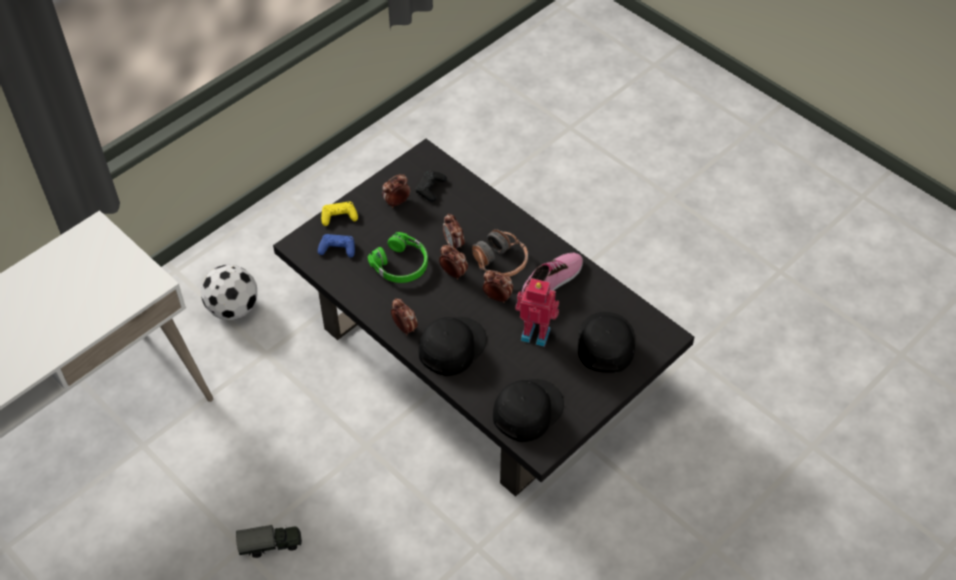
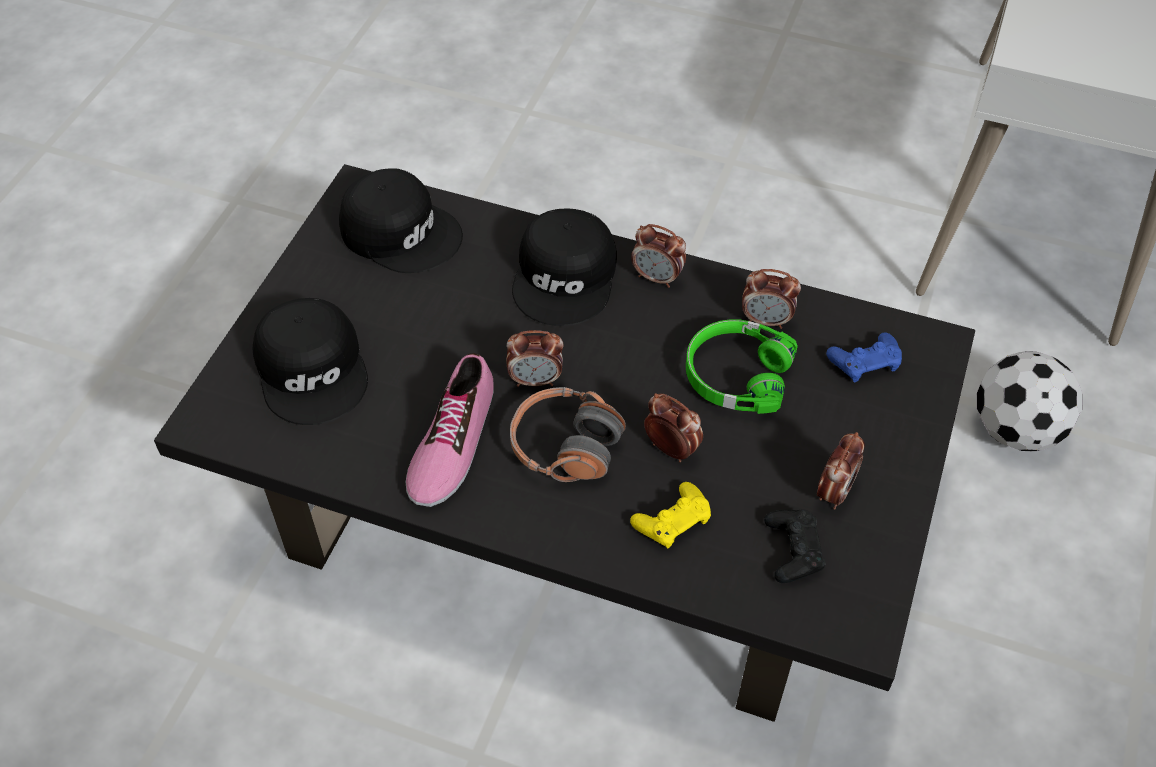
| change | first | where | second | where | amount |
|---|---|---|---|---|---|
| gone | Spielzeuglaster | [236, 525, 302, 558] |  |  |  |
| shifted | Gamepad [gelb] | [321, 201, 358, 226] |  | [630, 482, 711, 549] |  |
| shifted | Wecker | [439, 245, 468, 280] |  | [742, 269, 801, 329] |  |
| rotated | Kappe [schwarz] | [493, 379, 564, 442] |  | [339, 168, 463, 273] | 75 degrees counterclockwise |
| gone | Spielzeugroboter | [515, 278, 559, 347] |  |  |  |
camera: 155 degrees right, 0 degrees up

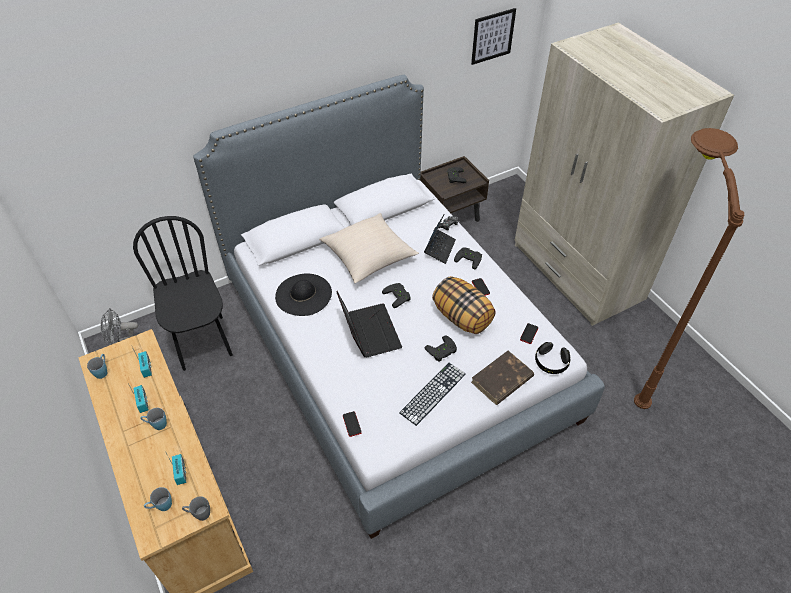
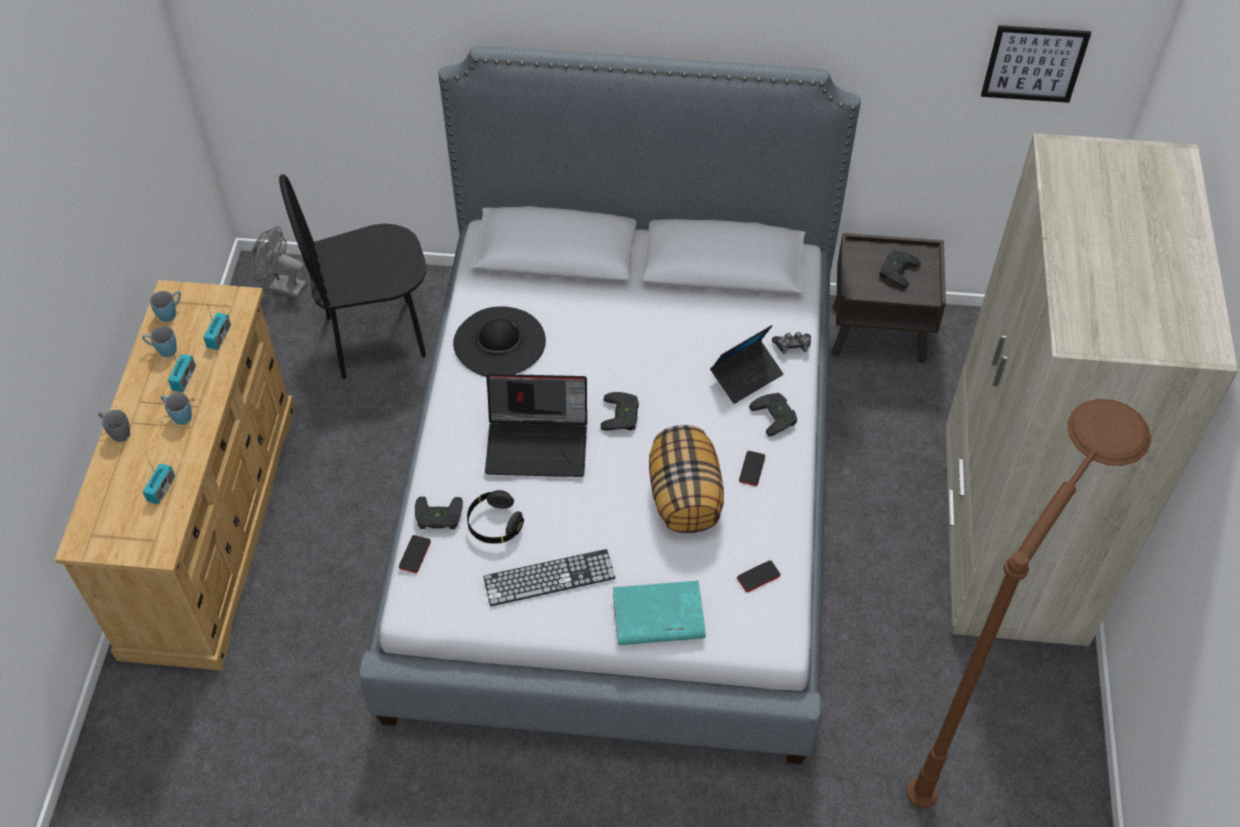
| change | first | where | second | where | amount |
|---|---|---|---|---|---|
| rotated | Stuhl [schwarz] | [133, 216, 233, 371] |  | [279, 174, 426, 379] | 120 degrees counterclockwise |
| shifted | Henkelbecher [blau] | [144, 487, 172, 511] |  | [142, 326, 177, 357] |  |
| shifted | Henkelbecher [grau] | [182, 496, 210, 521] |  | [98, 410, 130, 442] |  |
| gone | Kissen [beige] | [319, 213, 419, 283] |  |  |  |
| rotated | Laptop | [336, 291, 402, 358] |  | [485, 374, 587, 477] | 75 degrees clockwise |
| shifted | Gamepad [schwarz] | [424, 335, 457, 362] |  | [415, 497, 463, 529] |  |
| repainted | Buch [braun] | [471, 351, 534, 405] | Buch [türkis] | [613, 581, 706, 645] |  |
| shifted | Kopfhörer [schwarz] | [535, 342, 570, 374] |  | [467, 490, 524, 544] |  |
camera: 35 degrees right, 5 degrees up

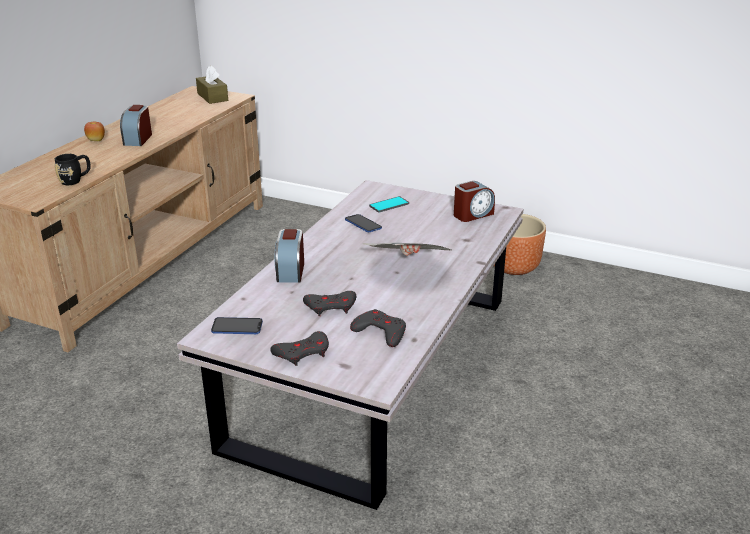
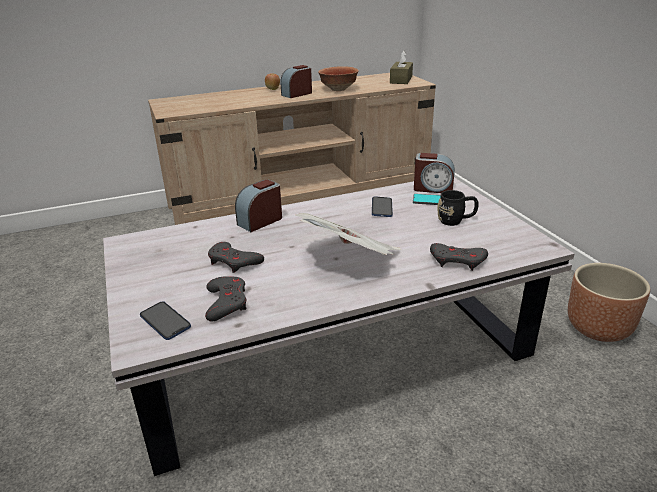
| change | first | where | second | where | amount |
|---|---|---|---|---|---|
| shifted | Henkelbecher [schwarz] | [55, 154, 91, 185] |  | [437, 190, 479, 226] |  |
| shifted | Handy | [211, 317, 263, 334] |  | [140, 301, 191, 340] |  |
| shifted | Gamepad [grau] | [270, 331, 329, 366] |  | [430, 243, 488, 271] |  |
| shifted | Wecker | [454, 181, 495, 222] |  | [414, 153, 455, 193] |  |
| new |  |  | Schüssel | [318, 66, 358, 91] |  |
camera: 45 degrees right, 0 degrees up

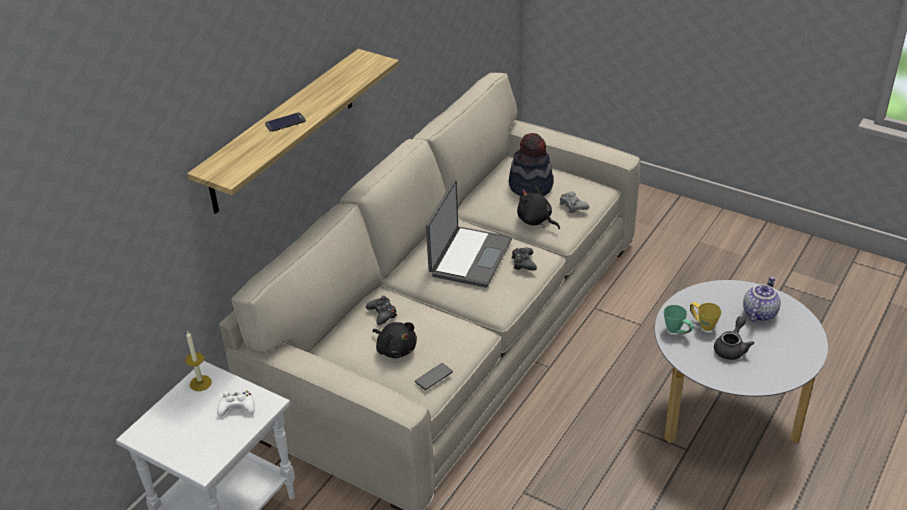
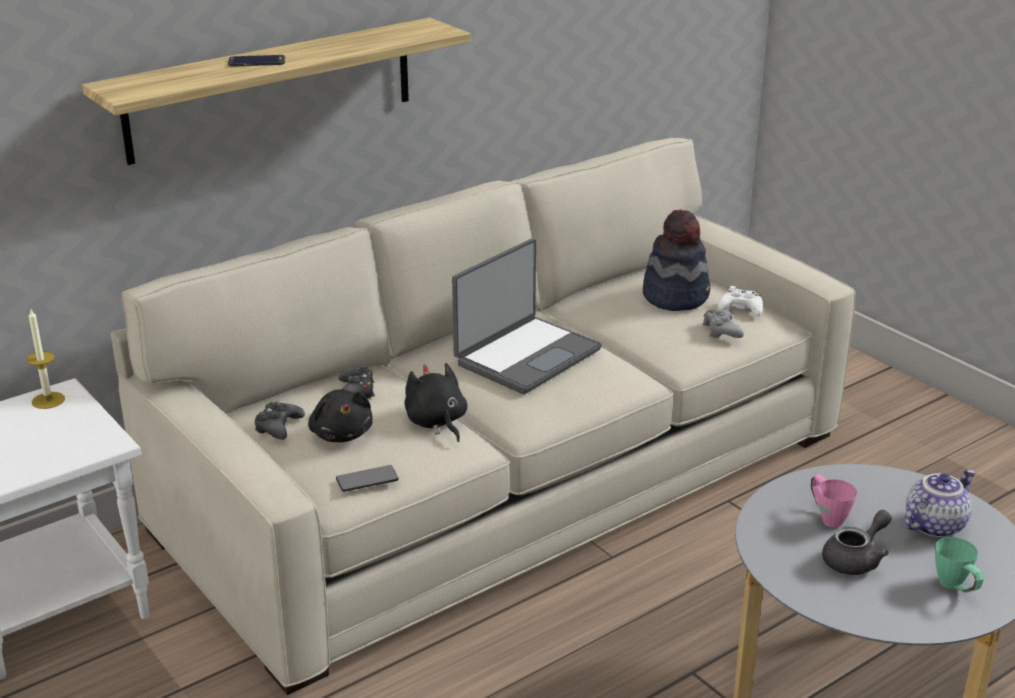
| change | first | where | second | where | amount |
|---|---|---|---|---|---|
| shifted | Gamepad [weiß] | [217, 390, 255, 417] |  | [718, 286, 763, 316] |  |
| shifted | Gamepad [schwarz] | [511, 248, 537, 271] |  | [255, 401, 305, 440] |  |
| shifted | Plüschtier [schwarz] | [517, 186, 560, 229] |  | [405, 363, 467, 442] |  |
| shifted | Henkelbecher [grün] | [664, 305, 694, 334] |  | [935, 537, 984, 593] |  |
| repainted | Henkelbecher [gelb] | [690, 302, 721, 331] | Henkelbecher [rosa] | [811, 474, 857, 528] |  |
camera: 20 degrees right, 10 degrees down

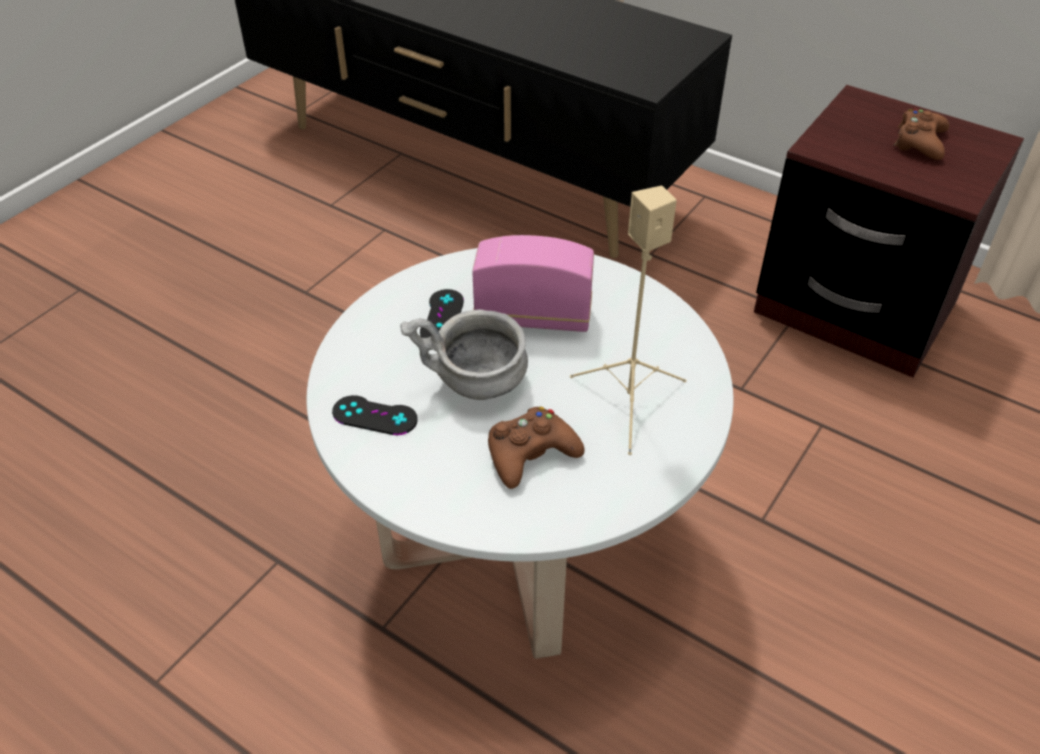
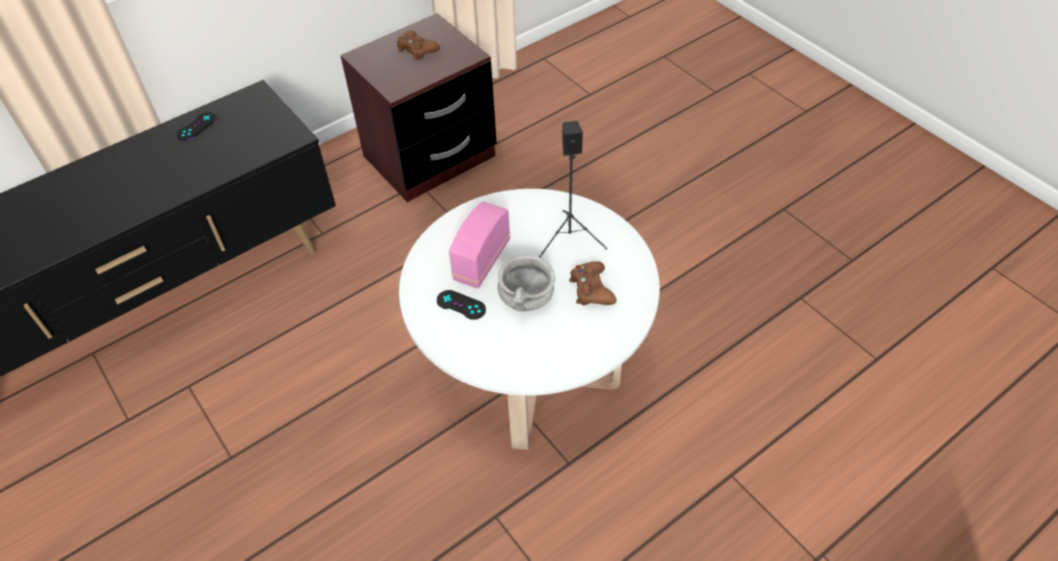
| change | first | where | second | where | amount |
|---|---|---|---|---|---|
| shifted | Gamepad [schwarz] | [332, 395, 418, 435] |  | [177, 112, 216, 140] |  |
| repainted | Lautsprecher [beige] | [570, 186, 687, 455] | Lautsprecher [schwarz] | [539, 121, 607, 257] |  |
camera: 70 degrees left, 5 degrees up

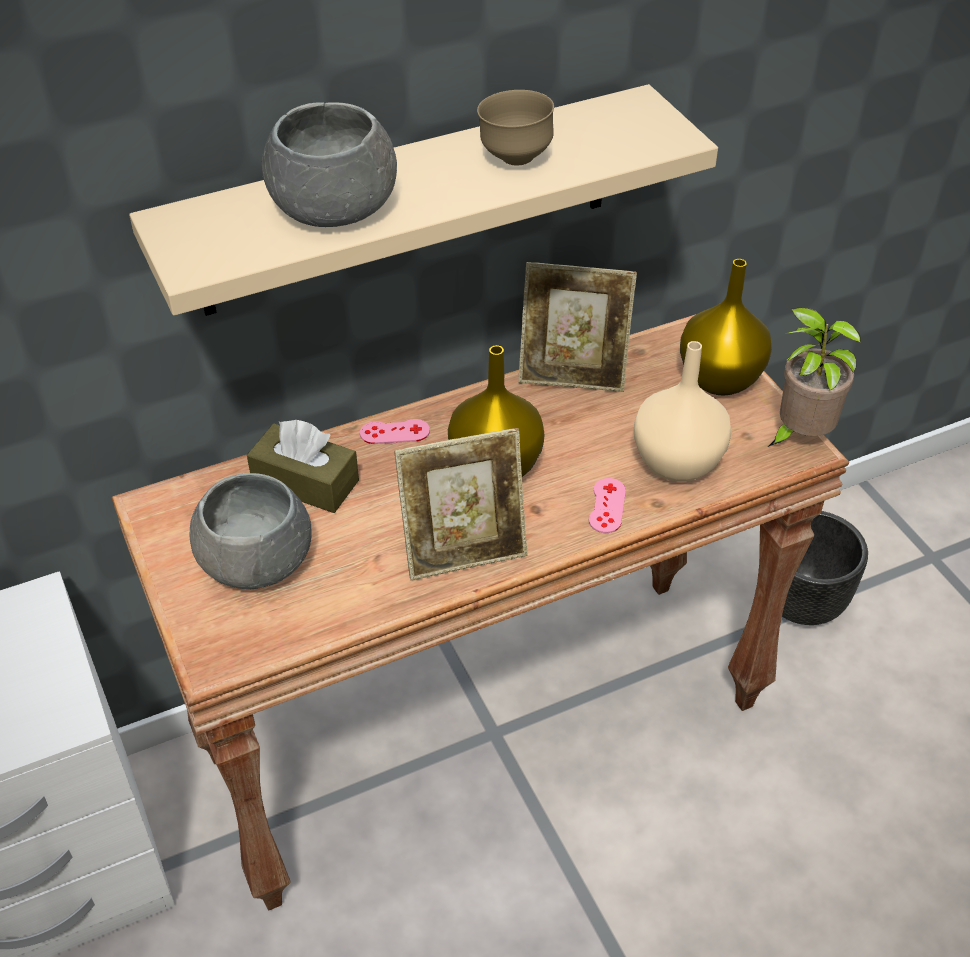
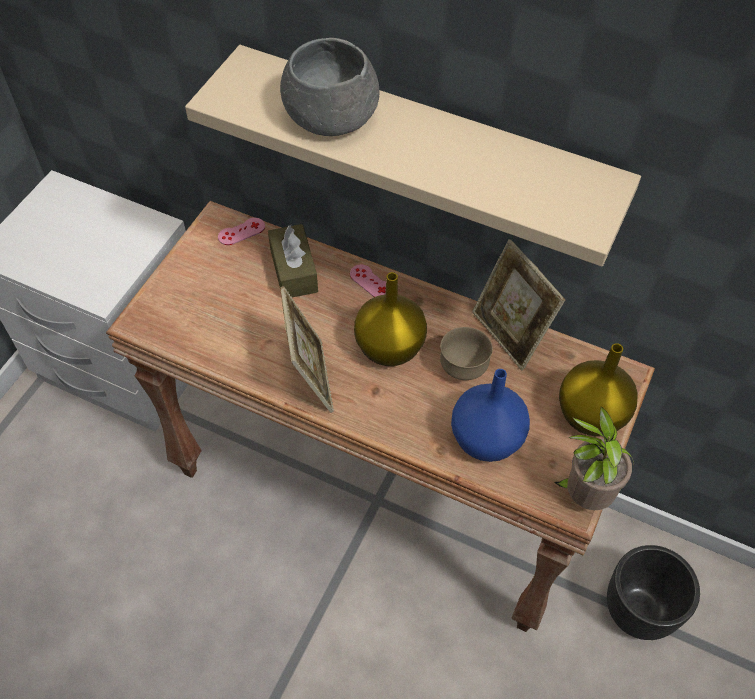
| change | first | where | second | where | amount |
|---|---|---|---|---|---|
| gone | Schüssel [grau] | [189, 473, 312, 589] |  |  |  |
| rotated | Bilderrahmen | [394, 428, 527, 581] |  | [280, 286, 334, 413] | 135 degrees counterclockwise |
| shifted | Schüssel [braun] | [477, 90, 554, 166] |  | [440, 327, 493, 380] |  |
| shifted | Gamepad [rosa] | [589, 478, 626, 533] |  | [218, 218, 265, 245] |  |
| repainted | Vase [beige] | [634, 341, 731, 482] | Vase [blau] | [451, 369, 530, 462] |  |
camera: 50 degrees right, 10 degrees up

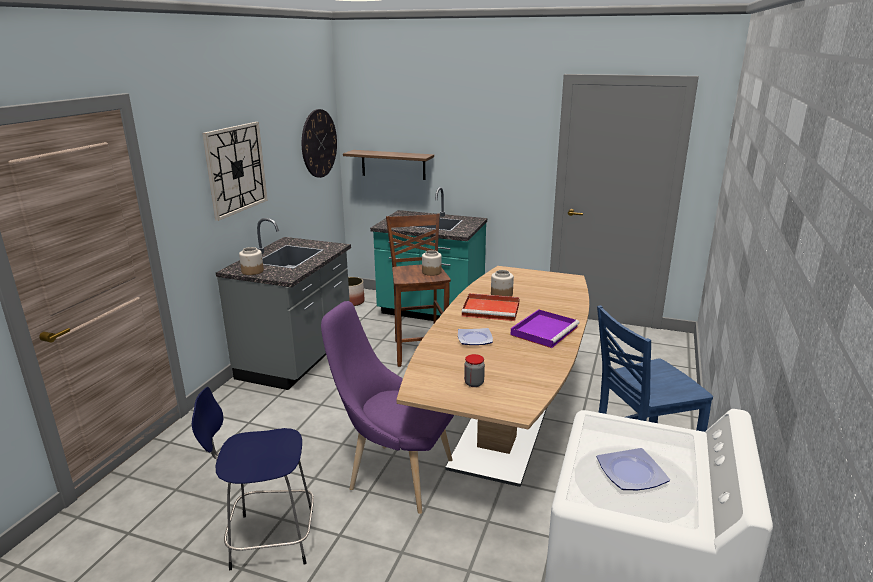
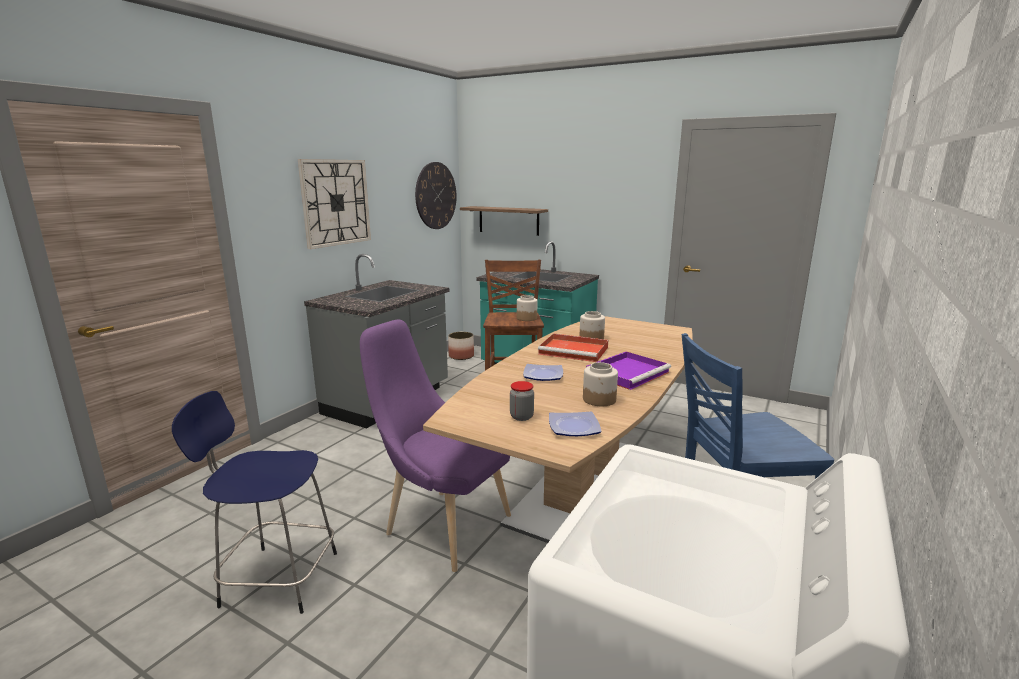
| change | first | where | second | where | amount |
|---|---|---|---|---|---|
| shifted | Vorratsglas | [239, 247, 264, 275] |  | [583, 362, 618, 406] |  |
| shifted | Teller | [597, 448, 670, 490] |  | [549, 411, 602, 436] |  |
camera: 10 degrees right, 5 degrees down

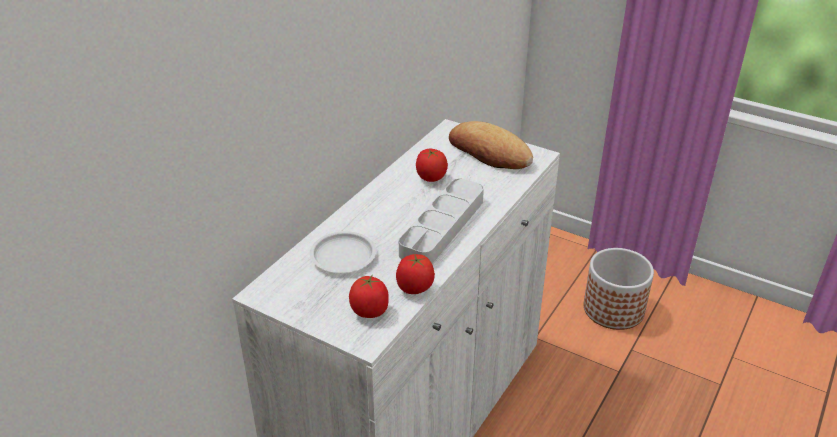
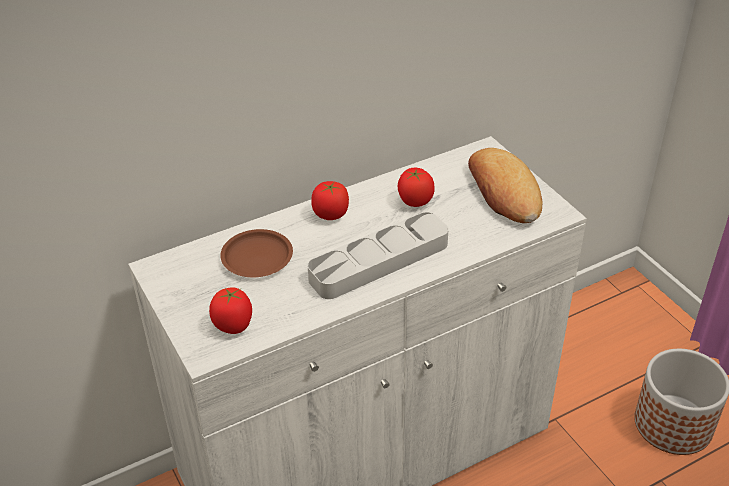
| change | first | where | second | where | amount |
|---|---|---|---|---|---|
| repainted | Teller [weiß] | [310, 231, 376, 273] | Teller [braun] | [220, 229, 293, 277] |  |
| shifted | Tomate | [396, 254, 435, 294] |  | [311, 181, 349, 220] |  |
camera: 30 degrees right, 5 degrees up

